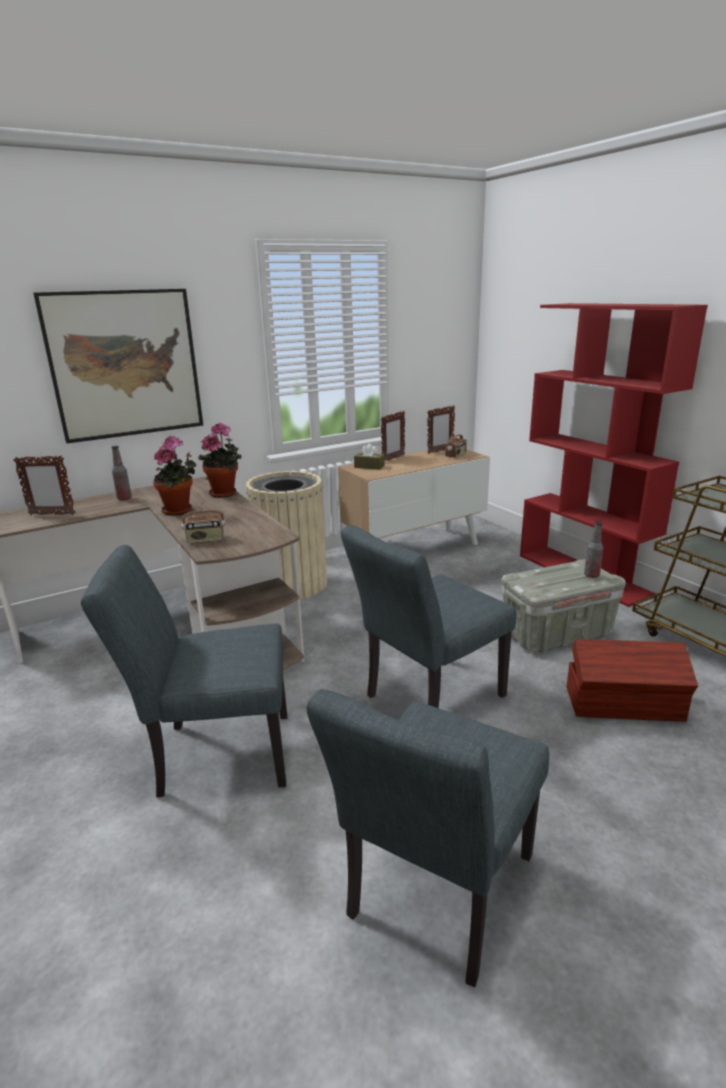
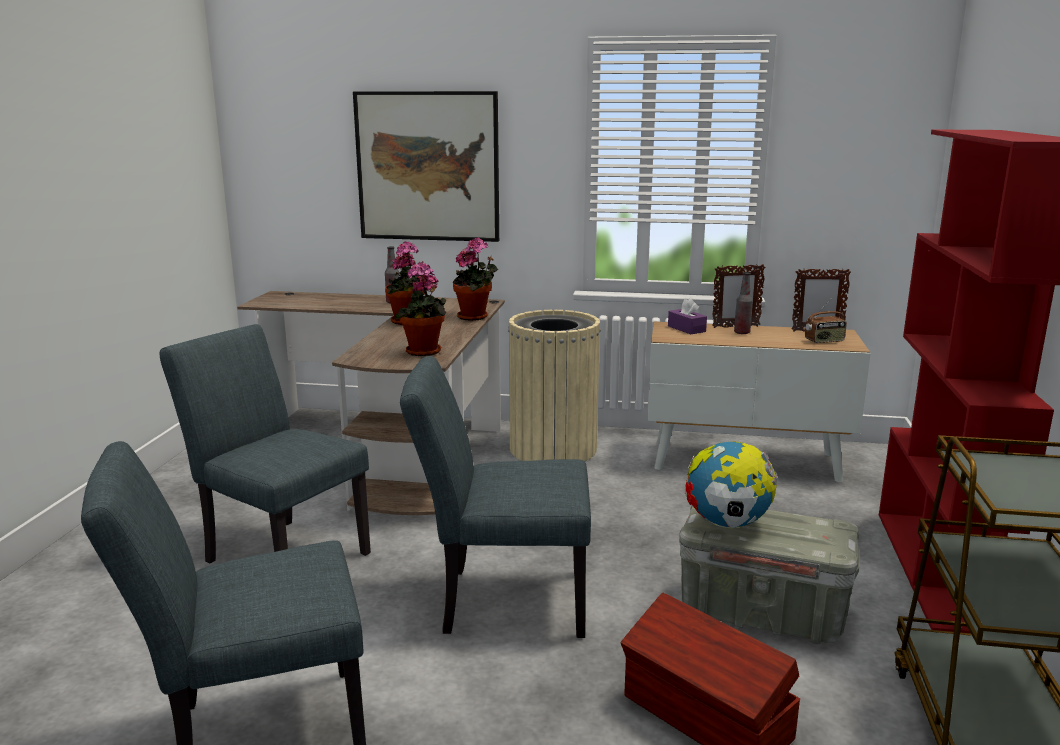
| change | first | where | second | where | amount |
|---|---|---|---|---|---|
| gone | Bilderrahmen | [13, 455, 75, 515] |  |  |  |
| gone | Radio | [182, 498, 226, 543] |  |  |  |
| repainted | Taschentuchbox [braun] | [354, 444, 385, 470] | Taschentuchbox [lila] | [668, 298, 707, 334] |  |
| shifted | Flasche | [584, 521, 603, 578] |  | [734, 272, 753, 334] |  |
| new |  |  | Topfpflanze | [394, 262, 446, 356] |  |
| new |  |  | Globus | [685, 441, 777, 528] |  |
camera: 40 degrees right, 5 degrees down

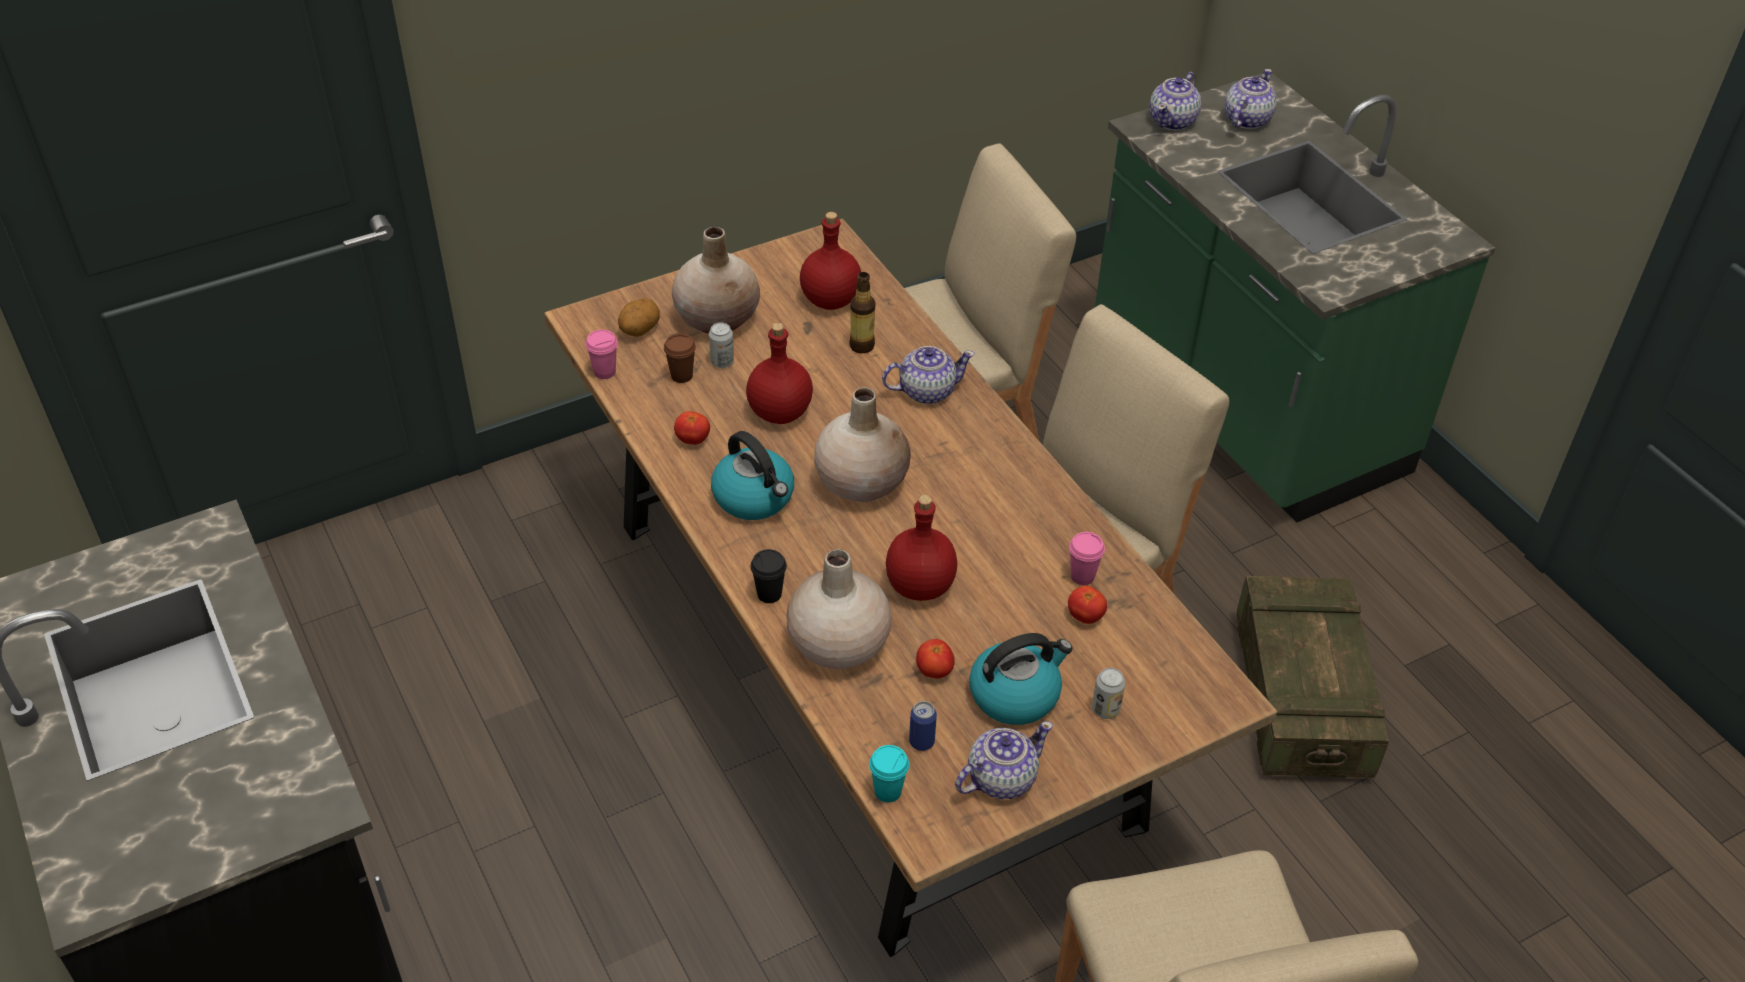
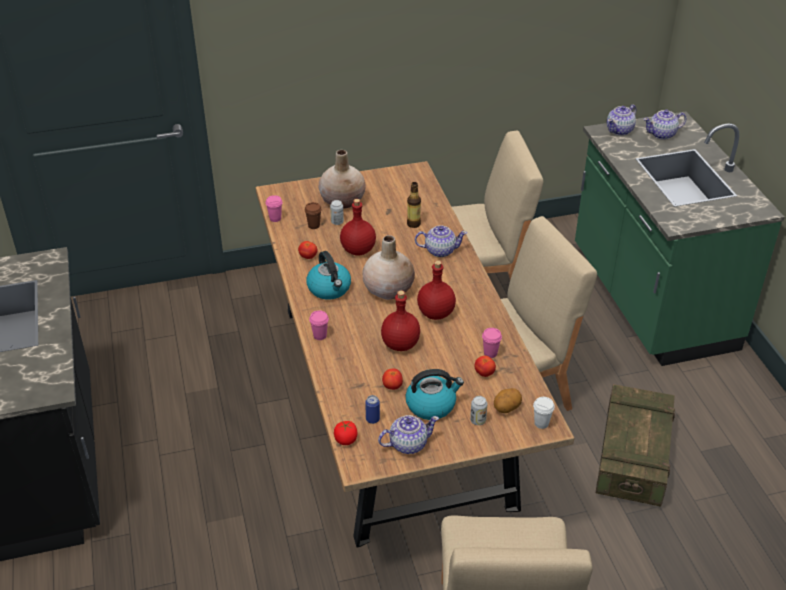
| change | first | where | second | where | amount |
|---|---|---|---|---|---|
| shifted | Kartoffel | [618, 298, 660, 337] |  | [494, 388, 522, 413] |  |
| repainted | Tasse [schwarz] | [750, 549, 787, 603] | Tasse [rosa] | [309, 310, 329, 340] |  |
| gone | Vase [beige] | [786, 549, 892, 669] |  |  |  |
| shifted | Flasche [rot] | [800, 212, 861, 310] |  | [417, 260, 456, 320] |  |
| swapped | Tasse [türkis] | [869, 745, 909, 803] | Tomate | [334, 421, 357, 445] |  |
| rotated | Teekanne | [1225, 69, 1277, 129] |  | [643, 110, 686, 140] | 150 degrees counterclockwise |
| new |  |  | Tasse [weiß] | [533, 397, 555, 429] |  |
camera: 15 degrees right, 5 degrees down

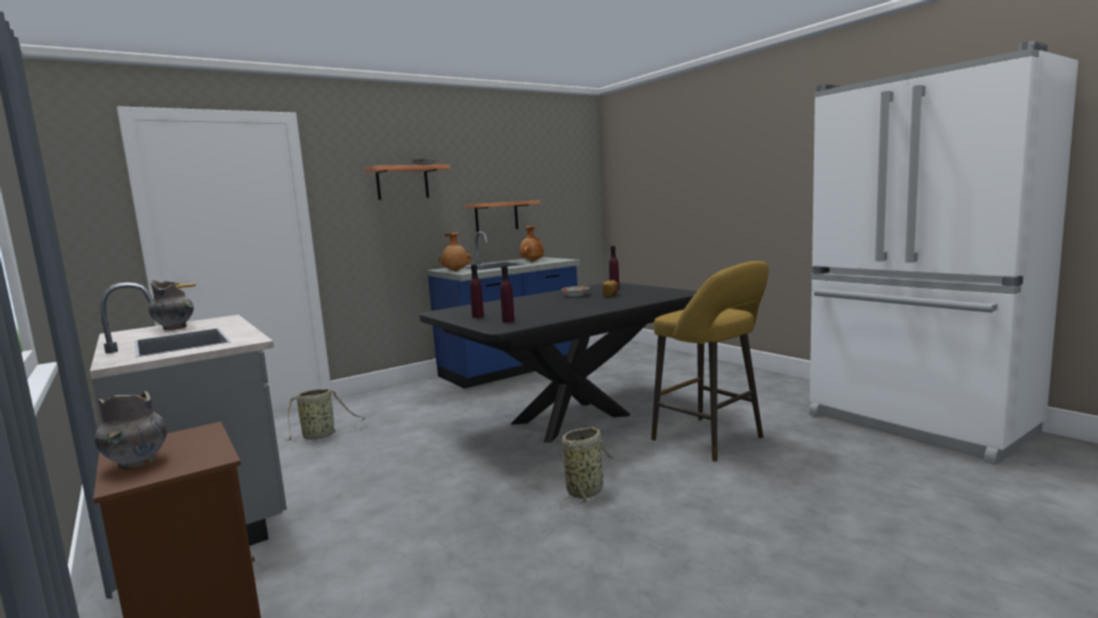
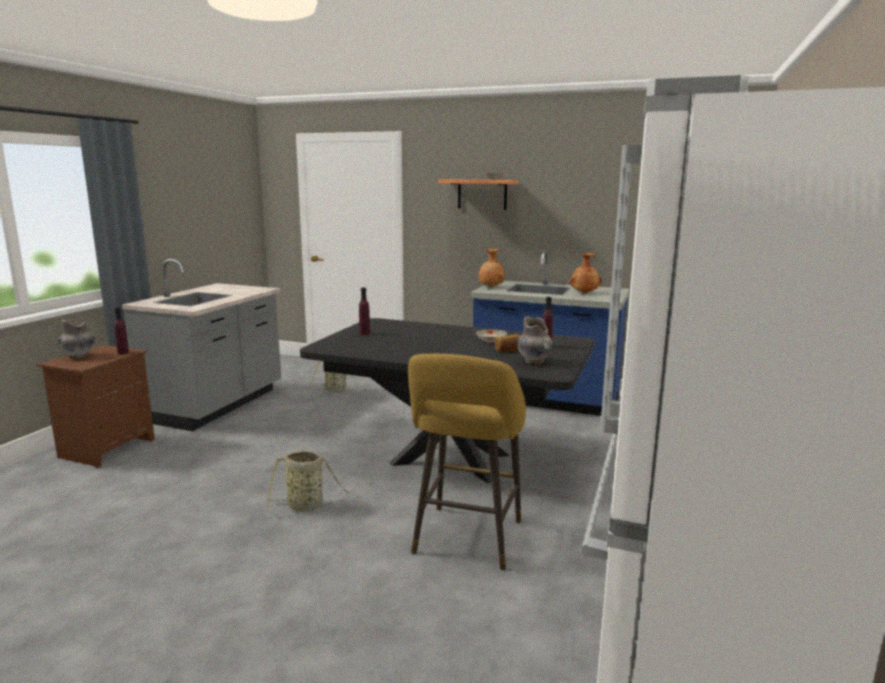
| change | first | where | second | where | amount |
|---|---|---|---|---|---|
| shifted | Vase [grau] | [149, 280, 194, 330] |  | [517, 316, 553, 364] |  |
| gone | Wandregal | [465, 200, 540, 232] |  |  |  |
| shifted | Flasche [lila] | [500, 266, 515, 322] |  | [114, 307, 129, 354] |  |
camera: 55 degrees right, 5 degrees up

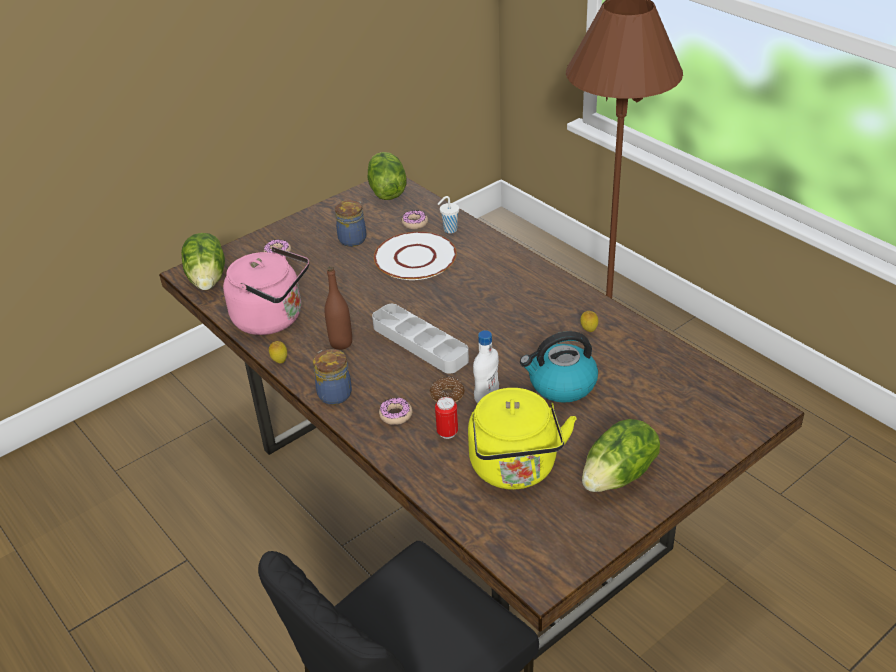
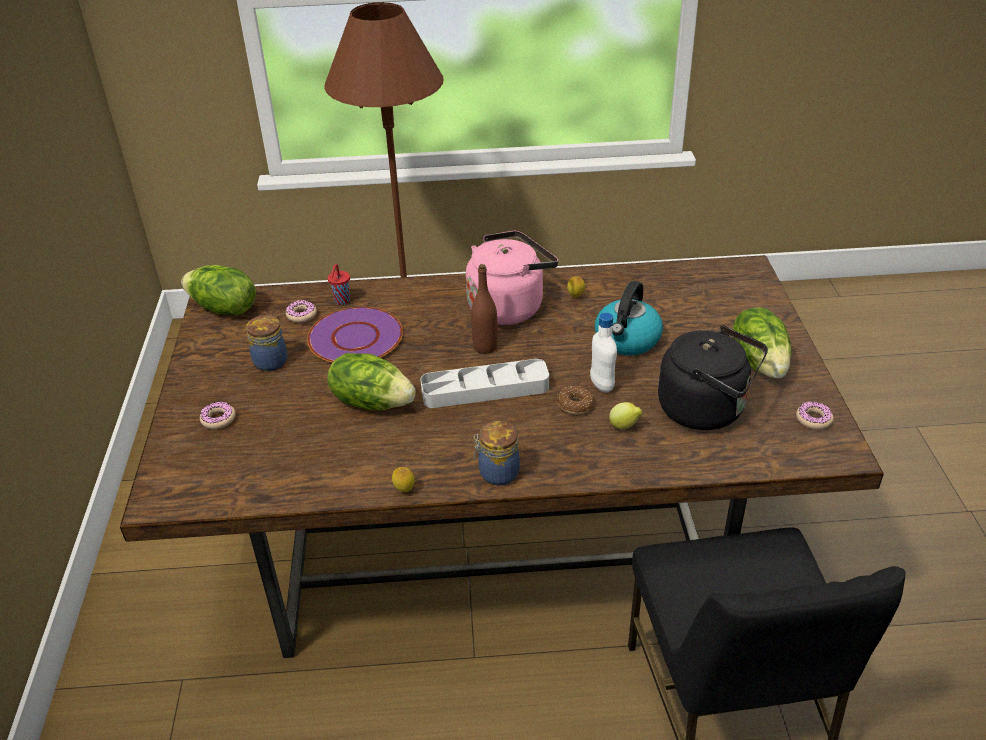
| change | first | where | second | where | amount |
|---|---|---|---|---|---|
| shifted | Salatkopf | [181, 233, 225, 290] |  | [327, 353, 416, 410] |  |
| shifted | Wasserkessel [rosa] | [223, 246, 309, 335] |  | [466, 231, 558, 325] |  |
| shifted | Flasche [braun] | [325, 267, 352, 350] |  | [471, 264, 498, 354] |  |
| repainted | Teller [weiß] | [374, 232, 457, 280] | Teller [lila] | [307, 307, 403, 363] |  |
| shifted | Donut | [379, 398, 412, 425] |  | [796, 401, 834, 430] |  |
| swapped | Dose | [435, 397, 458, 439] | Zitrone | [609, 402, 642, 429] |  |
| repainted | Tasse [weiß] | [438, 196, 459, 233] | Tasse [rot] | [328, 264, 350, 305] |  |
| repainted | Wasserkessel [gelb] | [468, 388, 577, 490] | Wasserkessel [schwarz] | [658, 325, 768, 430] |  |
camera: 55 degrees left, 0 degrees up

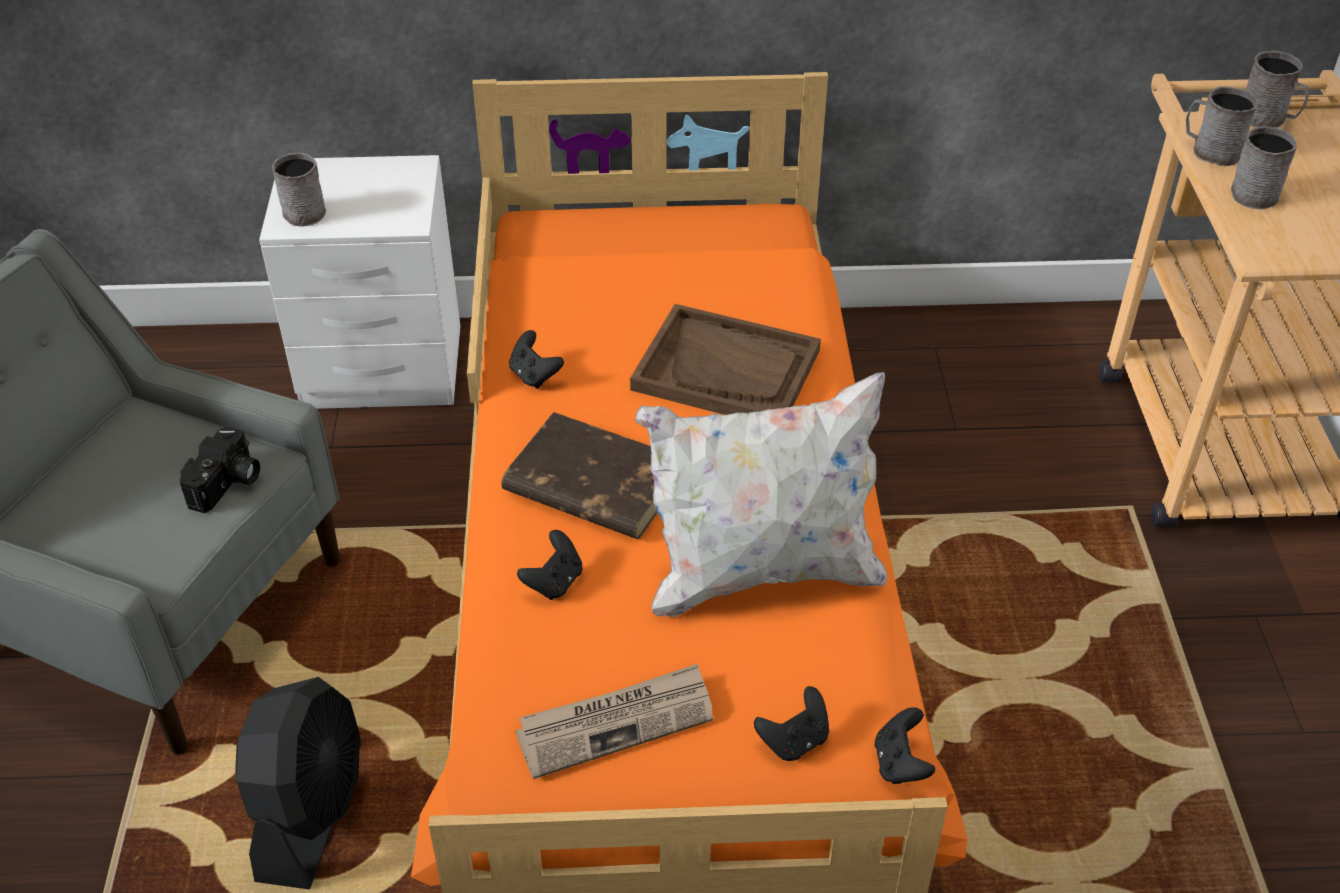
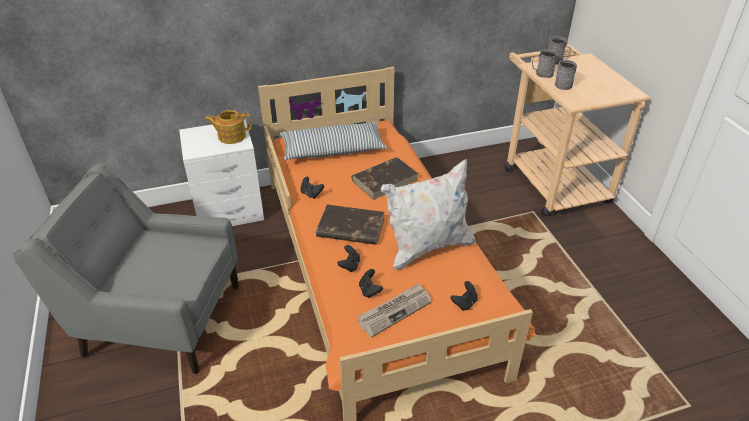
| change | first | where | second | where | amount |
|---|---|---|---|---|---|
| gone | Kamera | [180, 426, 260, 513] |  |  |  |
| gone | Ventilator [schwarz] | [235, 677, 362, 890] |  |  |  |
| gone | Henkelbecher [grau] | [272, 152, 326, 227] |  |  |  |
| swapped | Tablett [braun] | [630, 304, 821, 415] | Buch [braun] | [351, 157, 419, 200] |  |
| shifted | Gamepad [schwarz] | [875, 707, 935, 784] |  | [359, 269, 383, 298] |  |
| new |  |  | Teekanne | [205, 110, 252, 144] |  |
| new |  |  | Kissen | [280, 122, 387, 160] |  |
camera: 15 degrees left, 5 degrees down

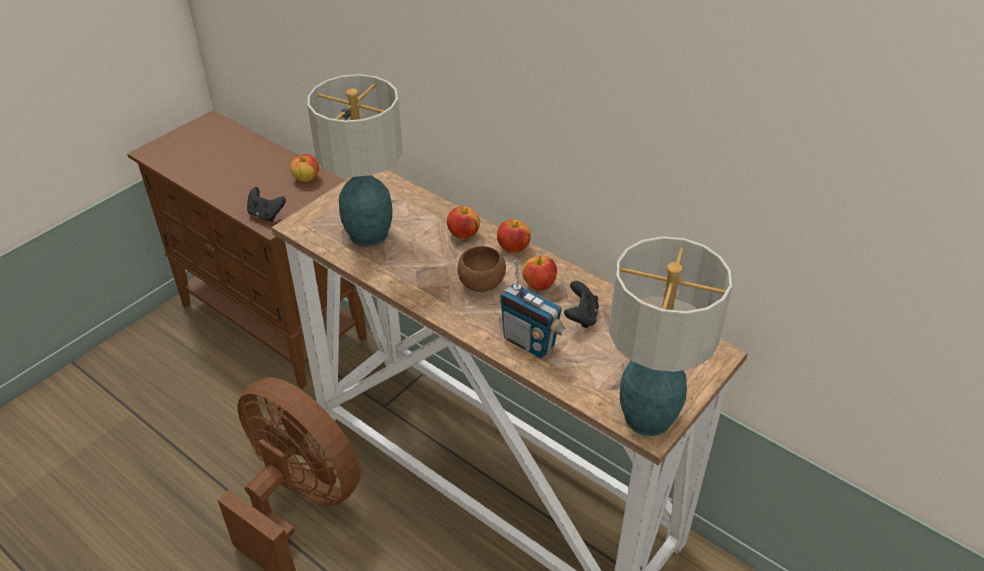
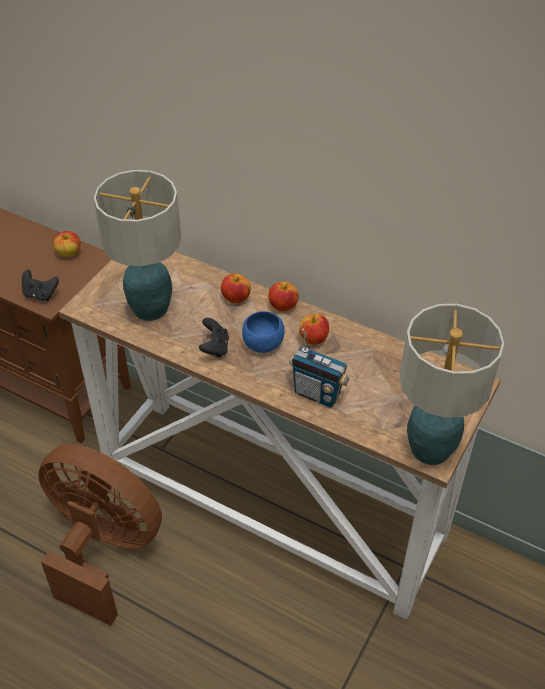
| change | first | where | second | where | amount |
|---|---|---|---|---|---|
| repainted | Schüssel [braun] | [458, 246, 506, 292] | Schüssel [blau] | [242, 311, 285, 353] |  |
| shifted | Gamepad [schwarz] | [564, 281, 599, 328] |  | [199, 318, 229, 358] |  |
camera: 10 degrees left, 5 degrees up

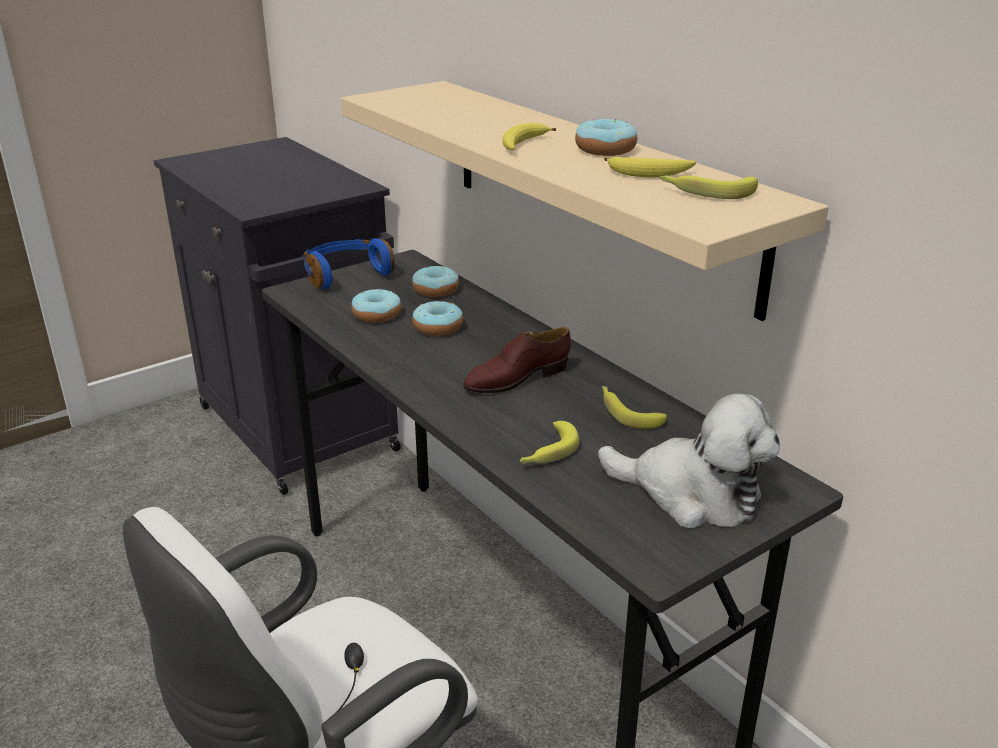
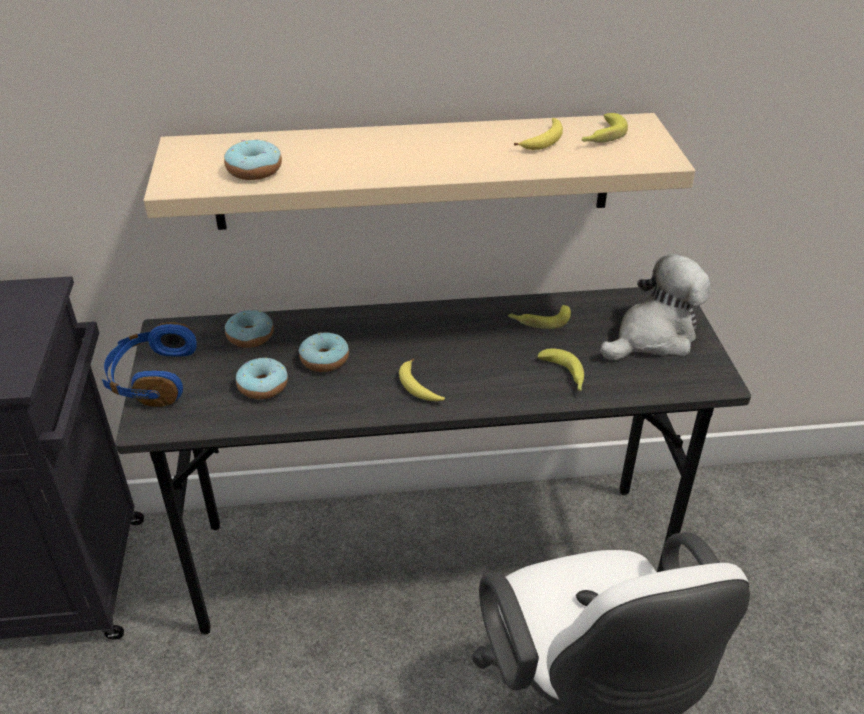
| change | first | where | second | where | amount |
|---|---|---|---|---|---|
| gone | Schuh [braun] | [463, 327, 571, 393] |  |  |  |
| shifted | Banane | [502, 123, 556, 150] |  | [399, 358, 445, 401] |  |
| shifted | Donut | [575, 118, 637, 156] |  | [224, 139, 282, 180] |  |
camera: 60 degrees left, 10 degrees up

